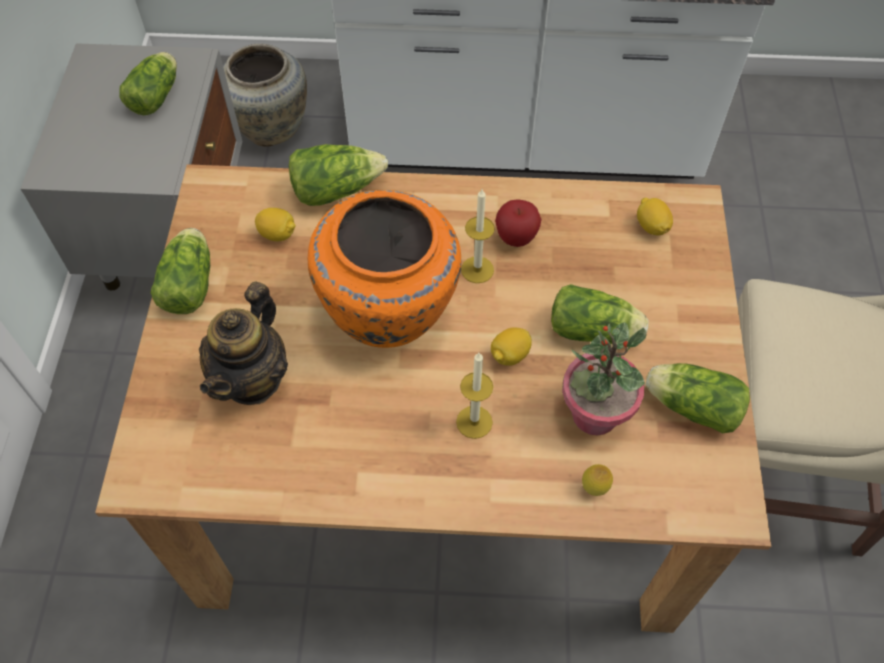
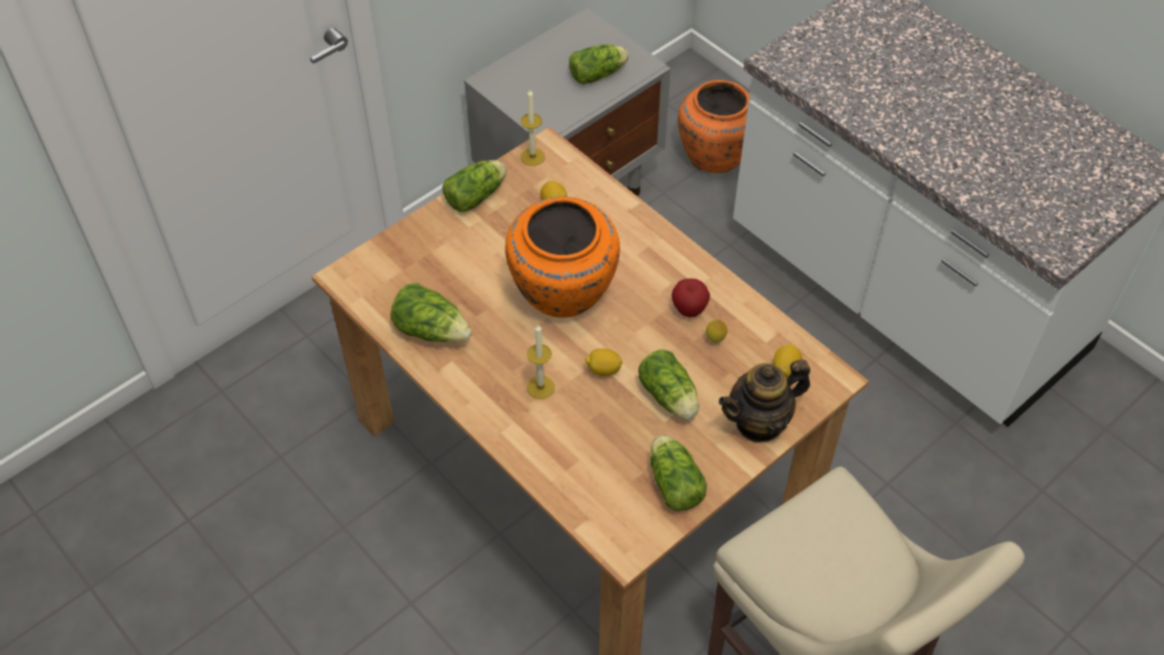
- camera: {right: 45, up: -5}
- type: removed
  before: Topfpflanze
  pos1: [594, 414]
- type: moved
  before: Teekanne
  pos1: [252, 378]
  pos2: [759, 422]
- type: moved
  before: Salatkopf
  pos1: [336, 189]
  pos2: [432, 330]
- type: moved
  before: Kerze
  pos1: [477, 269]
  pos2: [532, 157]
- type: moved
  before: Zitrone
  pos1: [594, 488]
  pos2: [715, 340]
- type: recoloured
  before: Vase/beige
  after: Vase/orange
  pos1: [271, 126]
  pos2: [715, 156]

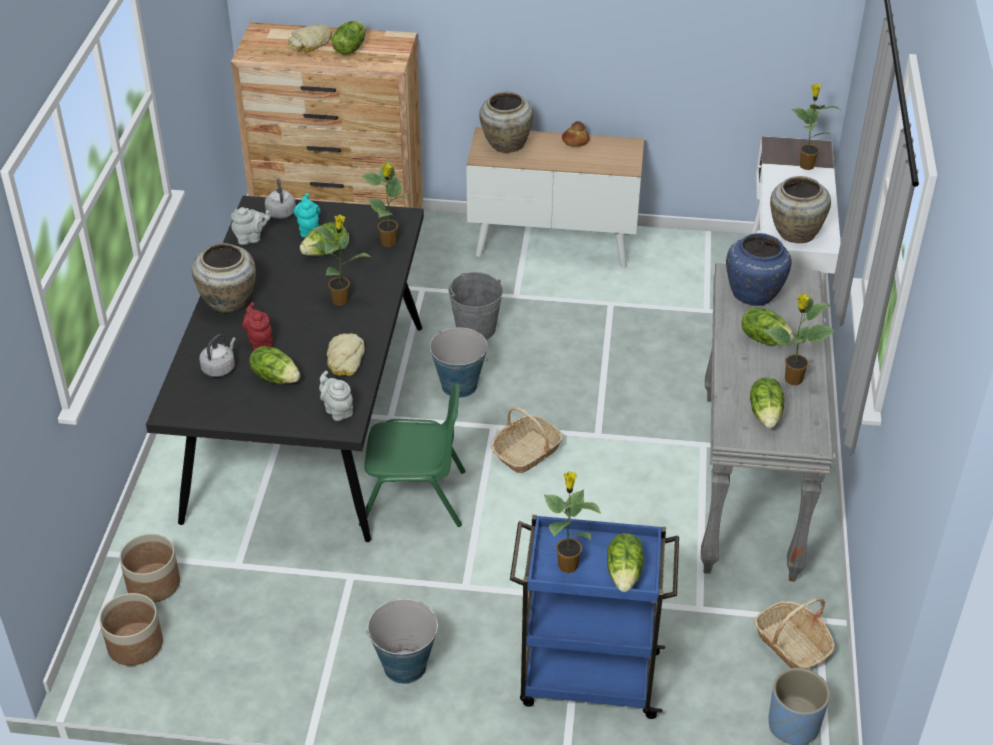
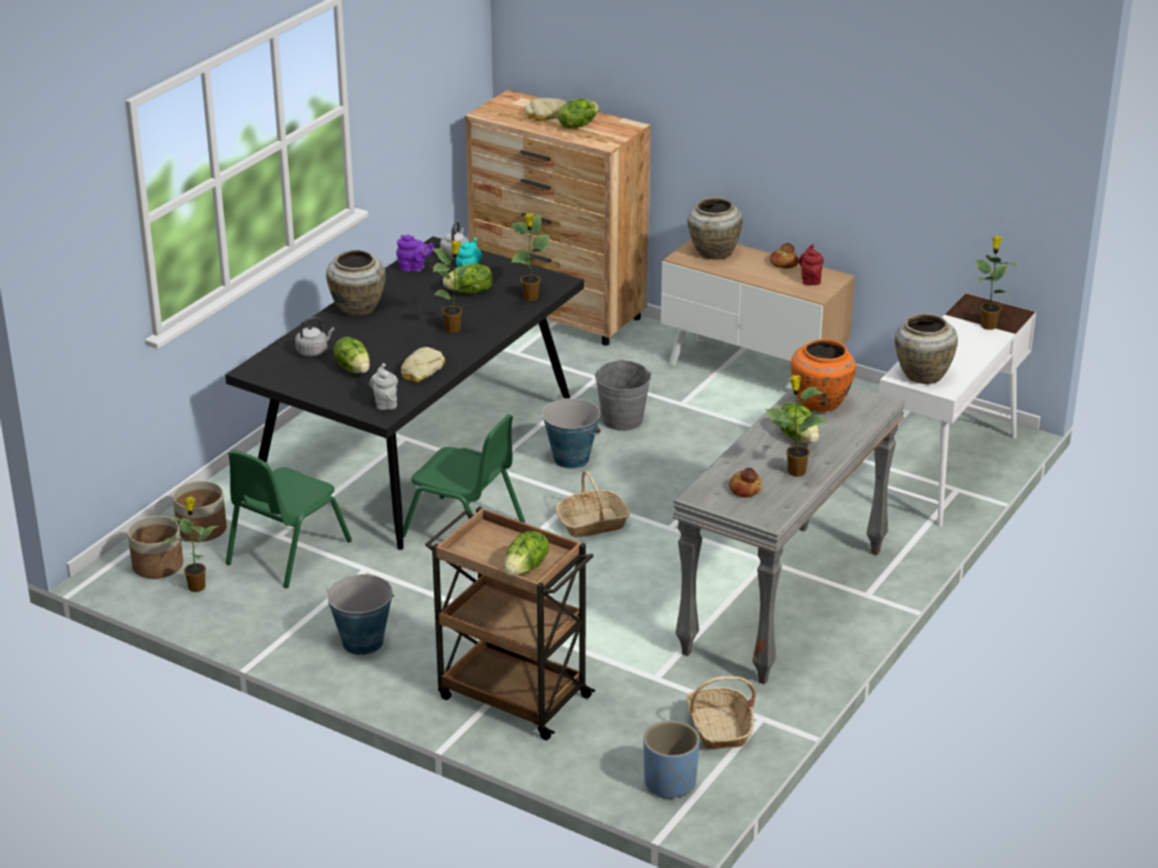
- camera: {right: 25, up: -10}
- type: added
  after: Stuhl/grün
  pos2: [287, 552]
- type: moved
  before: Teekanne/rot
  pos1: [260, 341]
  pos2: [810, 279]
- type: moved
  before: Topfpflanze
  pos1: [567, 564]
  pos2: [197, 586]
- type: replaced
  before: Salatkopf
  after: Brot
  pos1: [766, 414]
  pos2: [746, 489]
- type: recoloured
  before: Teekanne/grau
  after: Teekanne/lila
  pos1: [251, 238]
  pos2: [414, 268]
- type: recoloured
  before: Rollwagen/blau
  after: Rollwagen/braun
  pos1: [586, 678]
  pos2: [511, 696]
- type: recoloured
  before: Vase/blau
  after: Vase/orange
  pos1: [754, 294]
  pos2: [821, 403]

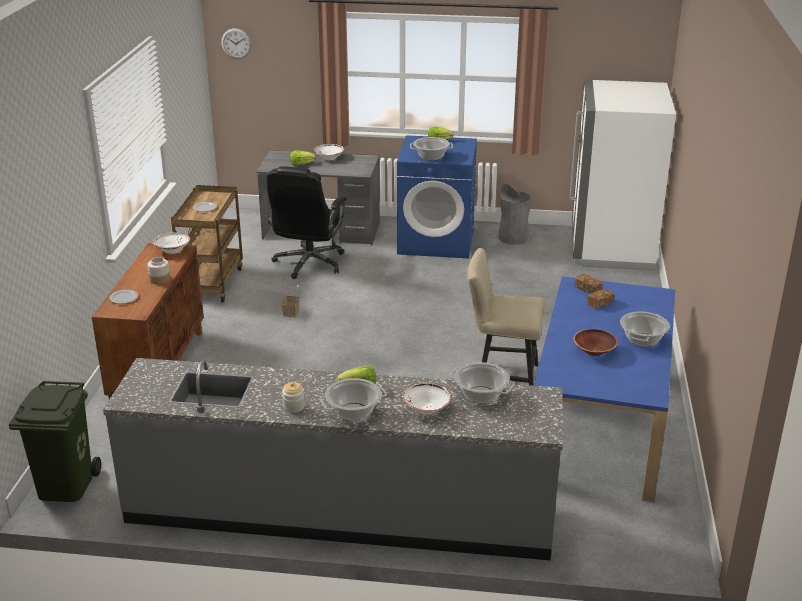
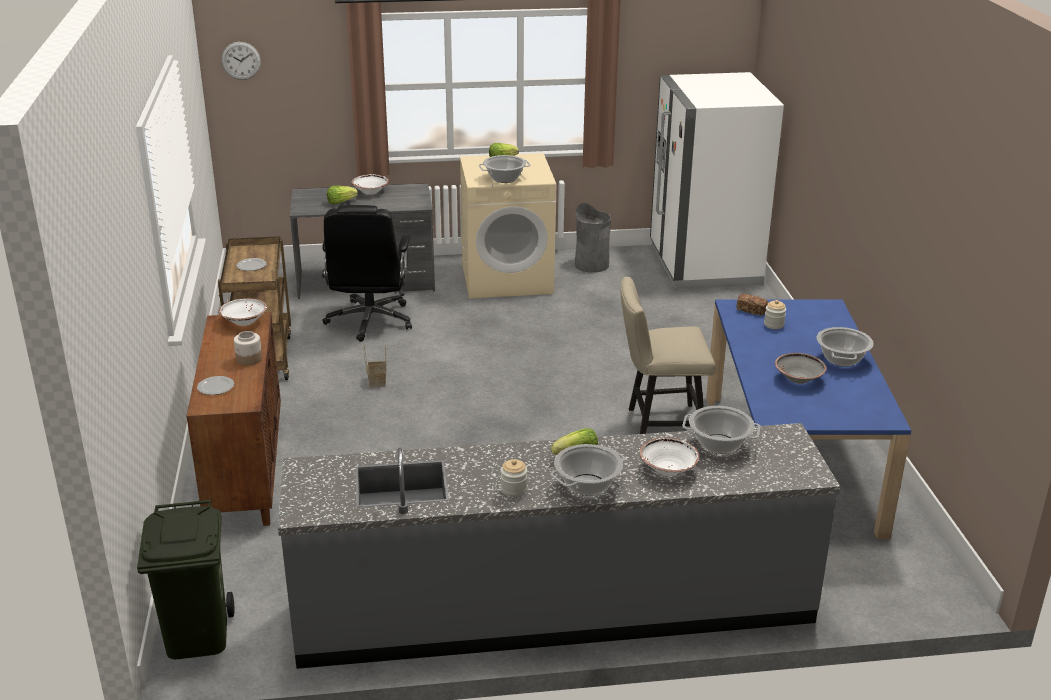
- camera: {right: -15, up: 0}
- type: replaced
  before: Brot
  after: Vorratsglas
  pos1: [600, 303]
  pos2: [774, 324]
- type: recoloured
  before: Waschmaschine/blau
  after: Waschmaschine/beige
  pos1: [436, 241]
  pos2: [507, 278]
- type: recoloured
  before: Schüssel/braun
  after: Schüssel/grau
  pos1: [594, 351]
  pos2: [798, 378]

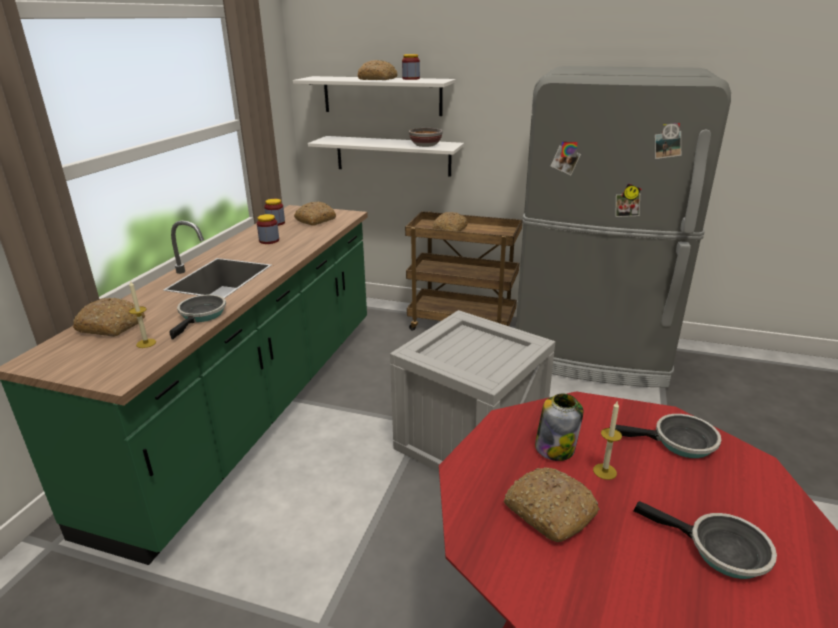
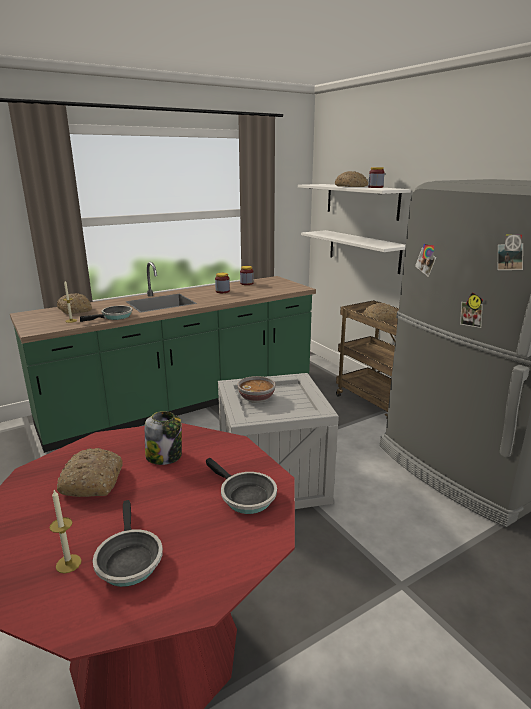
- camera: {right: 40, up: -5}
- type: removed
  before: Brot
  pos1: [316, 220]
- type: moved
  before: Schüssel
  pos1: [425, 145]
  pos2: [257, 398]
- type: moved
  before: Kerze
  pos1: [604, 471]
  pos2: [68, 563]

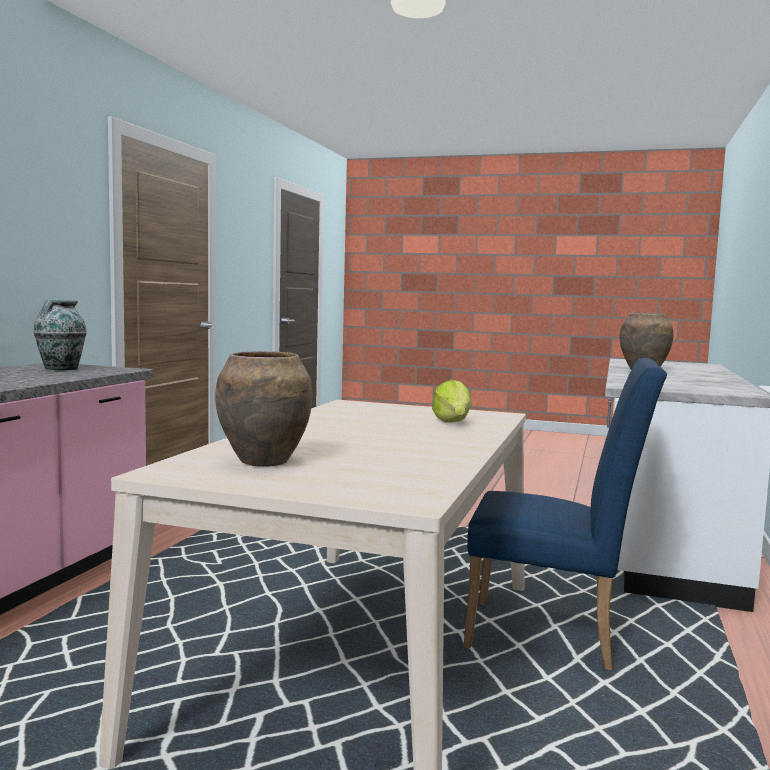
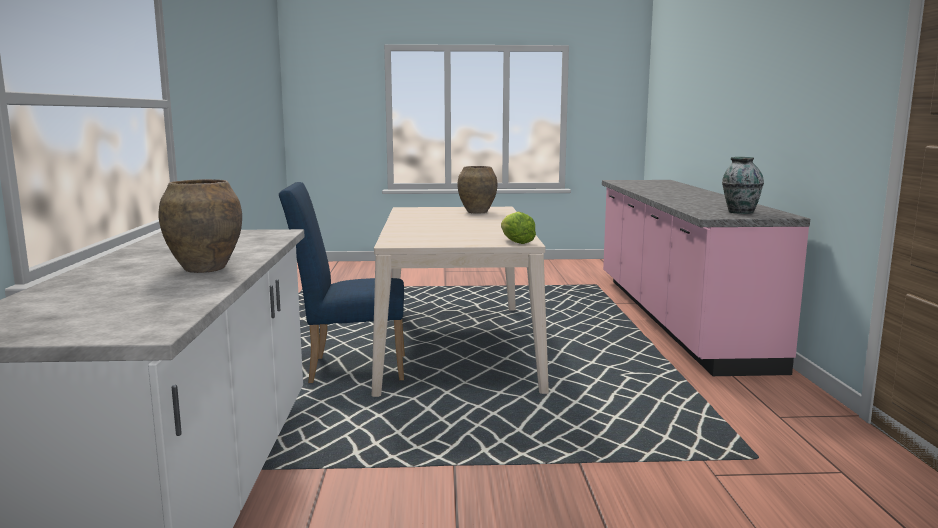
- camera: {right: 160, up: 5}
- type: moved
  before: Salatkopf
  pos1: [453, 423]
  pos2: [516, 242]

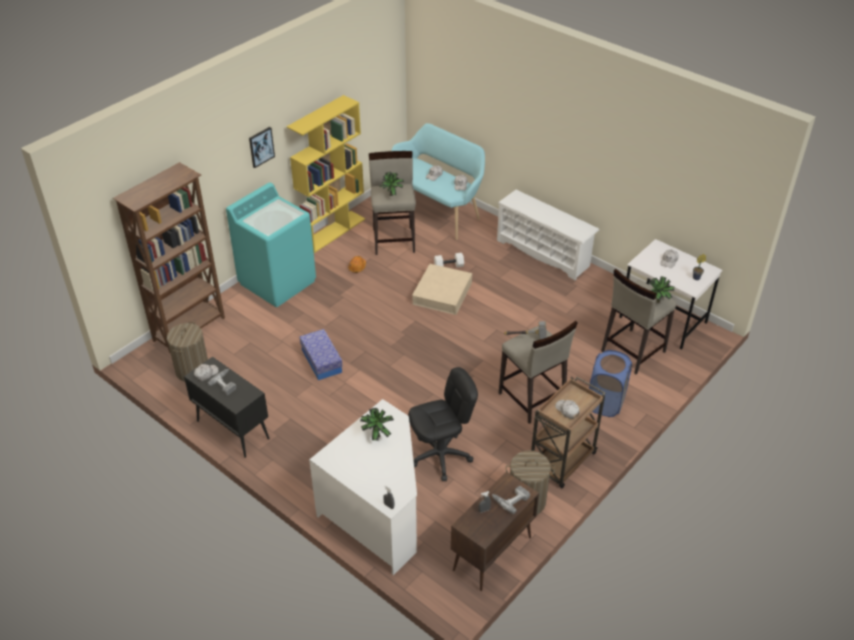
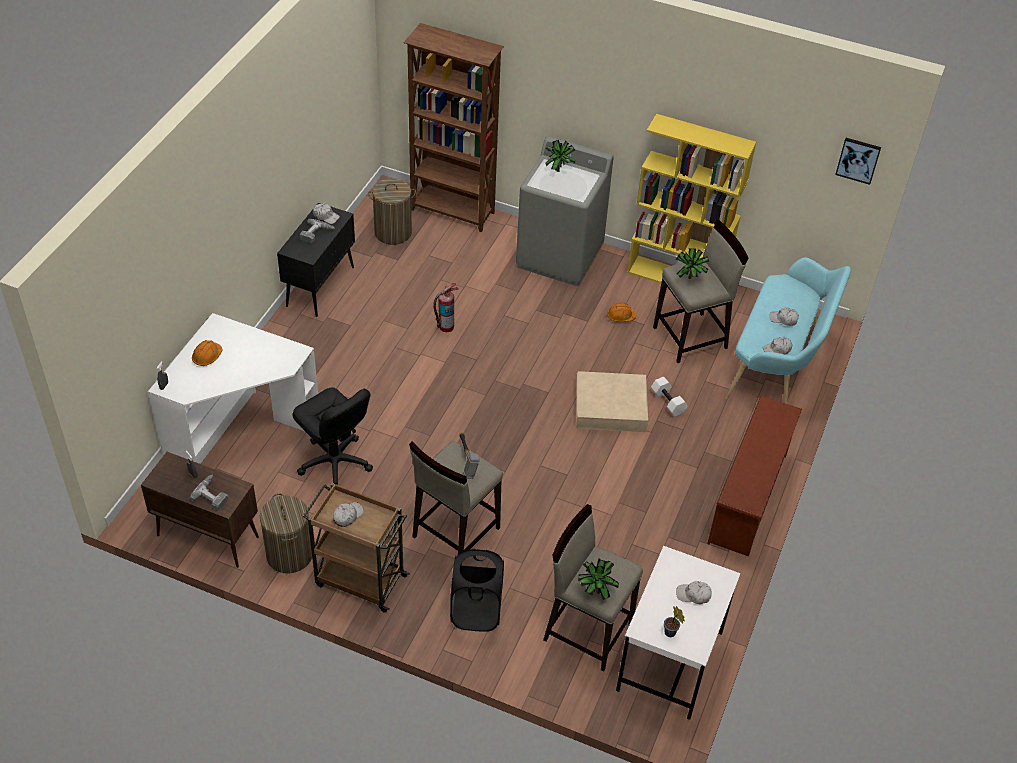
- camera: {right: 70, up: 5}
- type: added
  after: Schutzhelm/orange
  pos2: [207, 357]
- type: moved
  before: Bild
  pos1: [261, 147]
  pos2: [858, 160]
- type: moved
  before: Topfpflanze
  pos1: [376, 435]
  pos2: [558, 169]
- type: replaced
  before: Aufbewahrungsbox
  after: Feuerlöscher
  pos1: [321, 361]
  pos2: [446, 327]
- type: recoloured
  before: Waschmaschine/türkis
  after: Waschmaschine/grau
  pos1: [278, 282]
  pos2: [560, 256]
- type: recoloured
  before: Schuhregal/weiß
  after: Schuhregal/braun
  pos1: [544, 253]
  pos2: [749, 498]
- type: recoloured
  before: Wäschekorb/blau
  after: Wäschekorb/schwarz
  pos1: [605, 403]
  pos2: [476, 612]

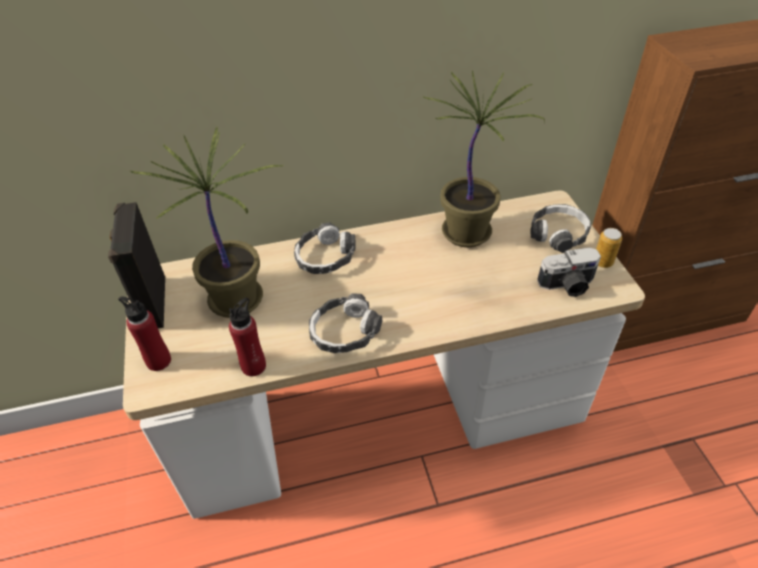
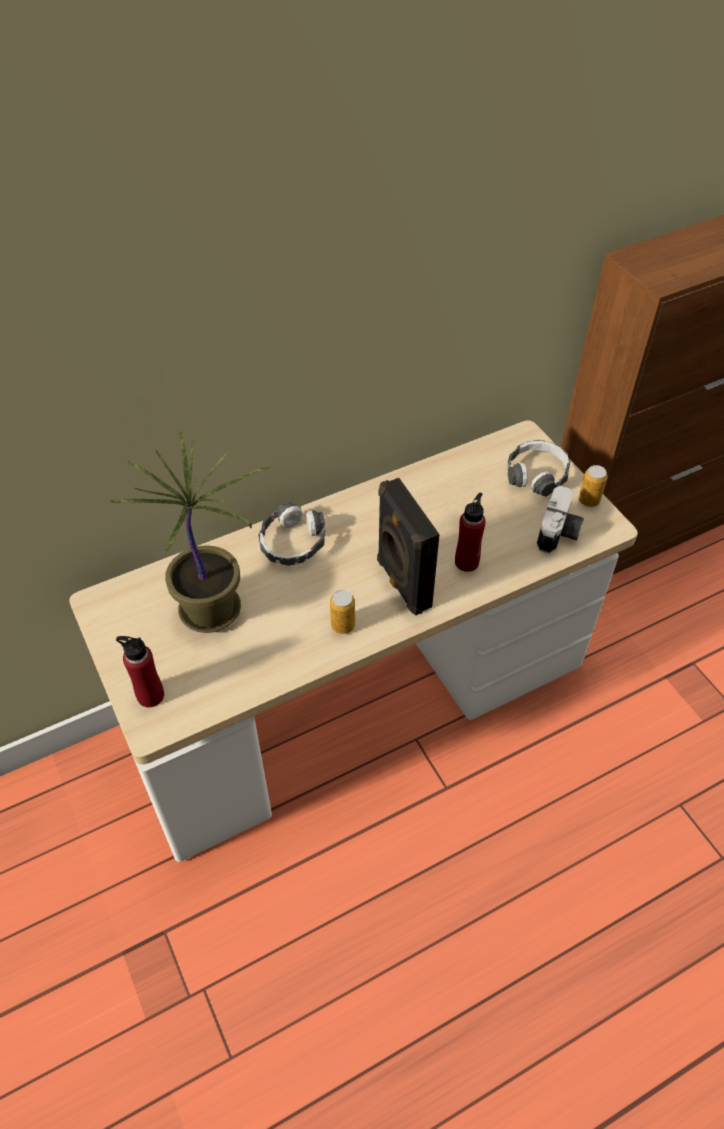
- camera: {right: -15, up: 5}
- type: removed
  before: Topfpflanze
  pos1: [468, 232]
- type: moved
  before: Lautsprecher/schwarz
  pos1: [152, 303]
  pos2: [402, 584]
- type: moved
  before: Flasche/rot
  pos1: [254, 366]
  pos2: [467, 562]
- type: replaced
  before: Kopfhörer
  after: Dose
  pos1: [344, 332]
  pos2: [343, 625]
- type: turned
  before: Kamera
  pos1: [568, 285]
  pos2: [559, 533]
  turn: -45

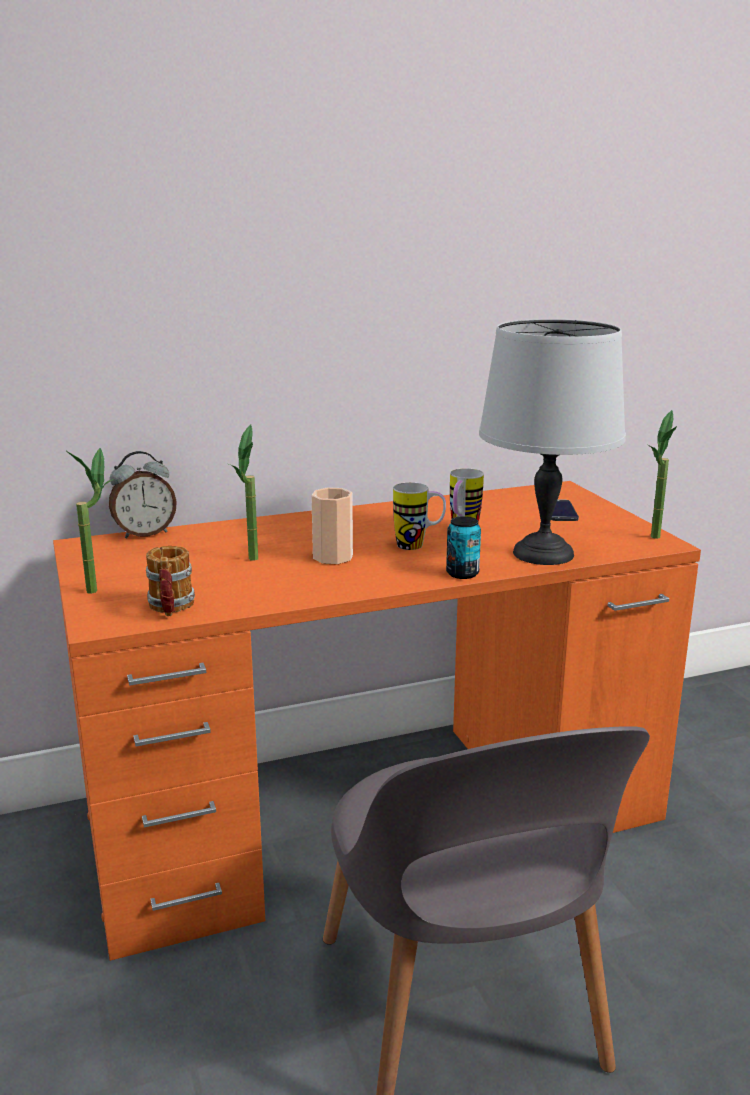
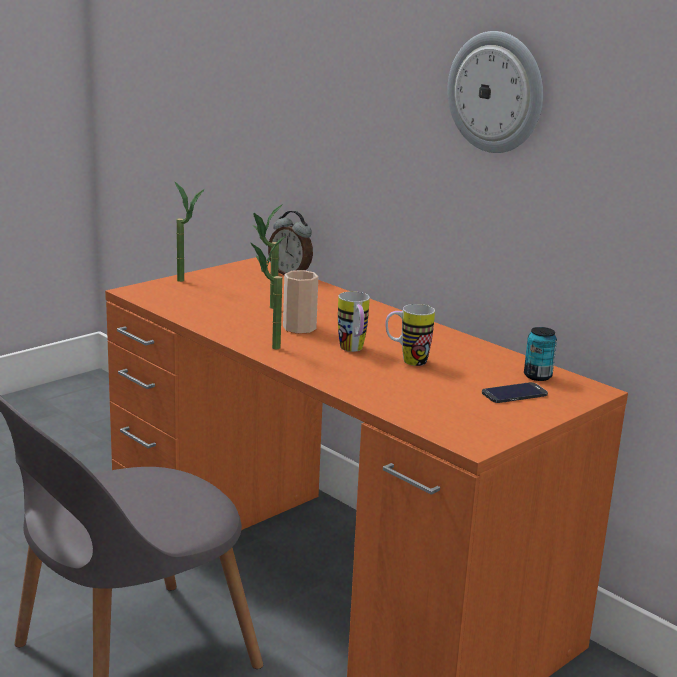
- camera: {right: 65, up: 0}
- type: removed
  before: Henkelbecher
  pos1: [171, 608]
- type: removed
  before: Tischlampe/grau
  pos1: [544, 553]
- type: added
  after: Wanduhr
  pos2: [496, 92]
- type: moved
  before: Dose
  pos1: [462, 573]
  pos2: [537, 376]
- type: moved
  before: Topfpflanze
  pos1: [655, 540]
  pos2: [267, 348]

